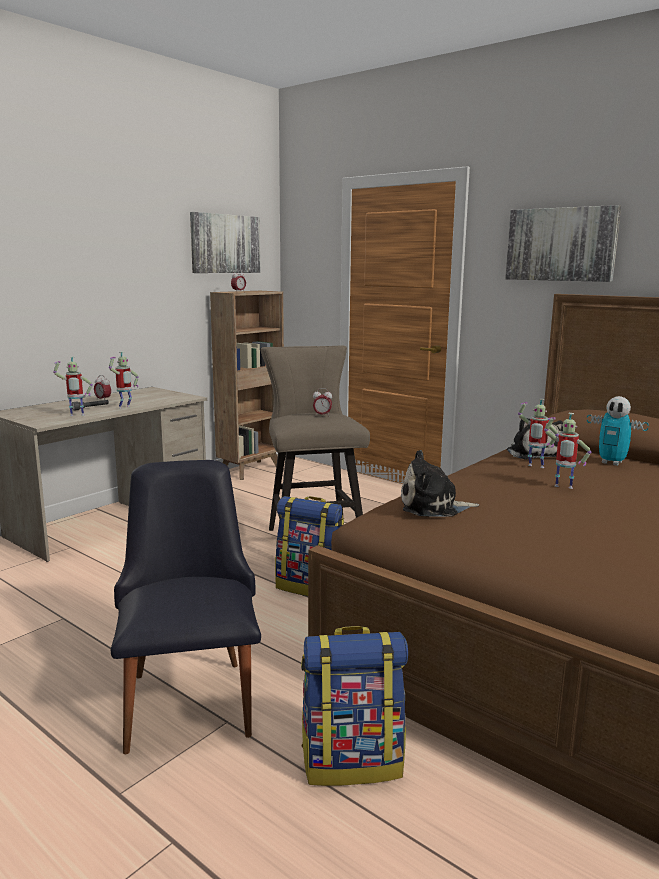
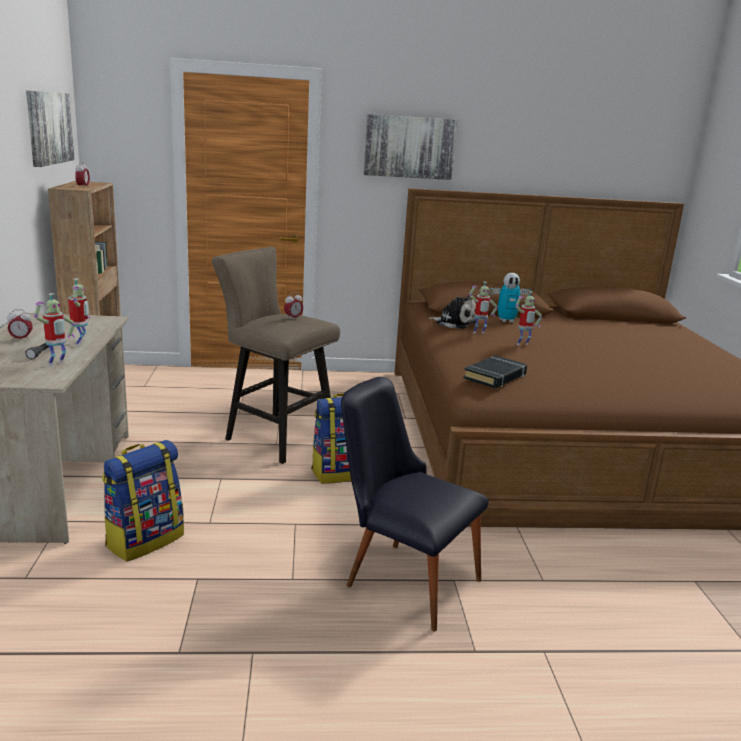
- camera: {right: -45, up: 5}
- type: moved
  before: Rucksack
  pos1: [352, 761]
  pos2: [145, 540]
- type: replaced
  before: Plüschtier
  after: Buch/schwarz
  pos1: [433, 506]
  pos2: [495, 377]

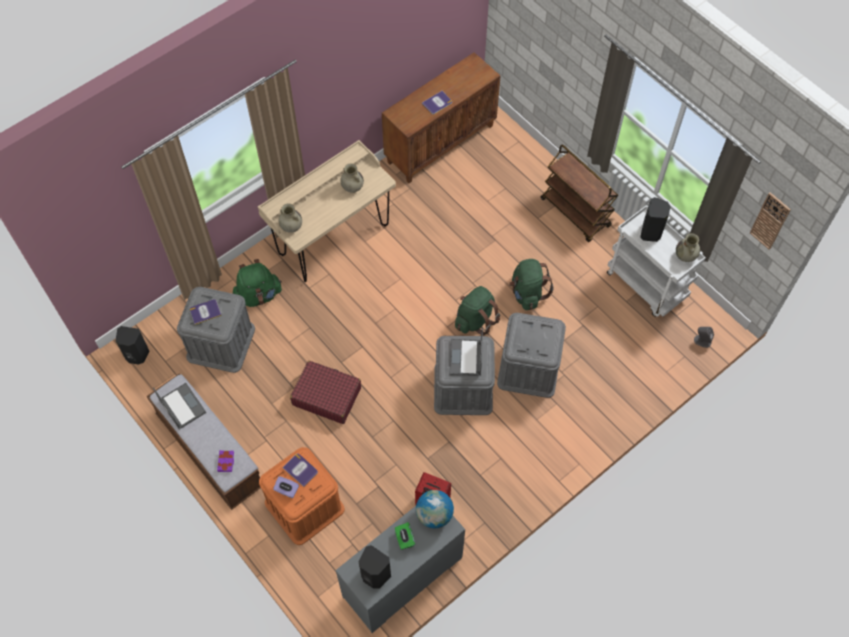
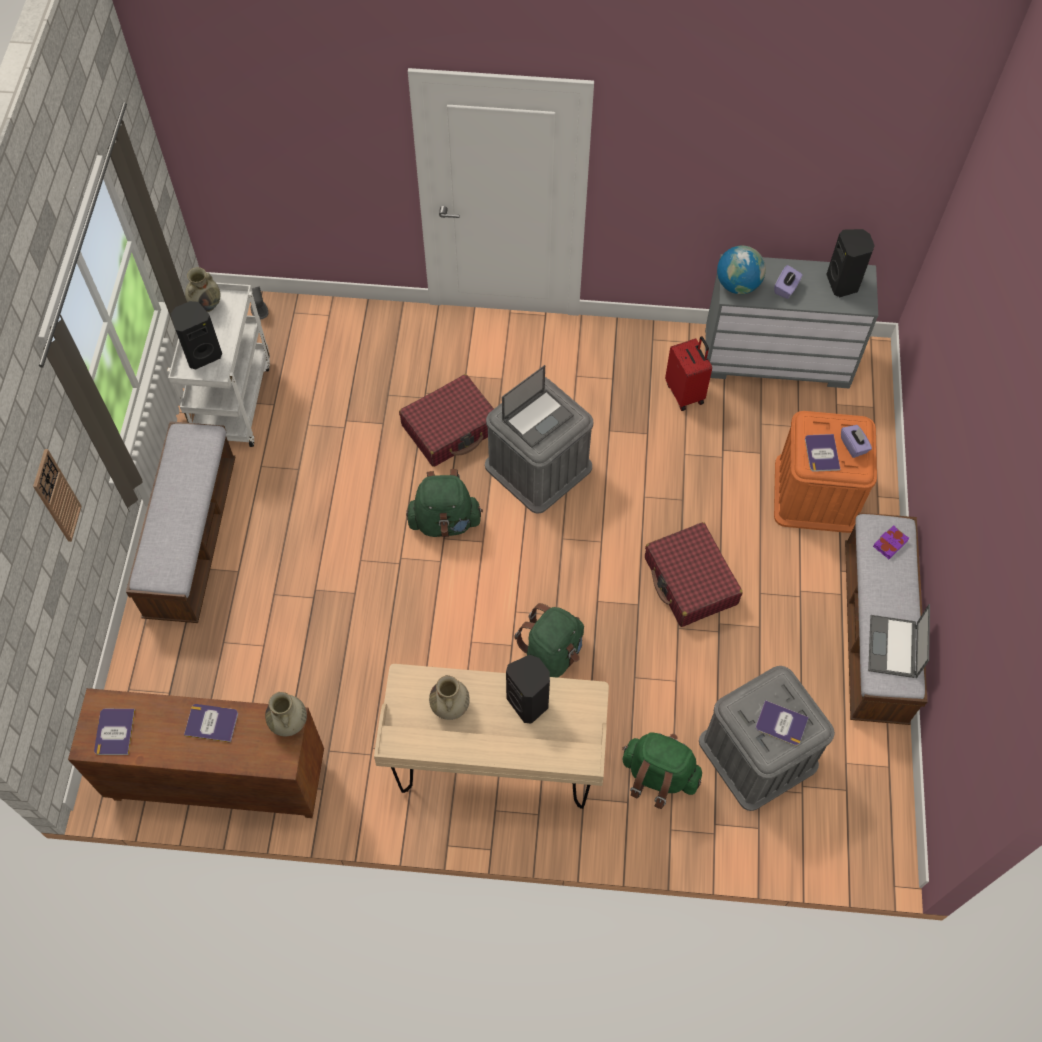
- camera: {right: -135, up: 0}
- type: added
  after: Buch
  pos2: [115, 732]
- type: moved
  before: Lautsprecher/schwarz
  pos1: [136, 355]
  pos2: [529, 702]
- type: moved
  before: Vase/beige
  pos1: [291, 227]
  pos2: [289, 723]
- type: moved
  before: Rucksack/grün
  pos1: [527, 293]
  pos2: [551, 655]
- type: moved
  before: Wanduhr
  pos1: [770, 221]
  pos2: [56, 496]
- type: replaced
  before: Aufbewahrungsbox/grau
  after: Koffer/rot
  pos1: [529, 368]
  pos2: [451, 428]
- type: replaced
  before: Rollwagen/braun
  after: Bank
  pos1: [576, 213]
  pos2: [192, 538]
- type: recoloured
  before: Taschentuchbox/grün
  after: Taschentuchbox/lila
  pos1: [404, 539]
  pos2: [786, 288]

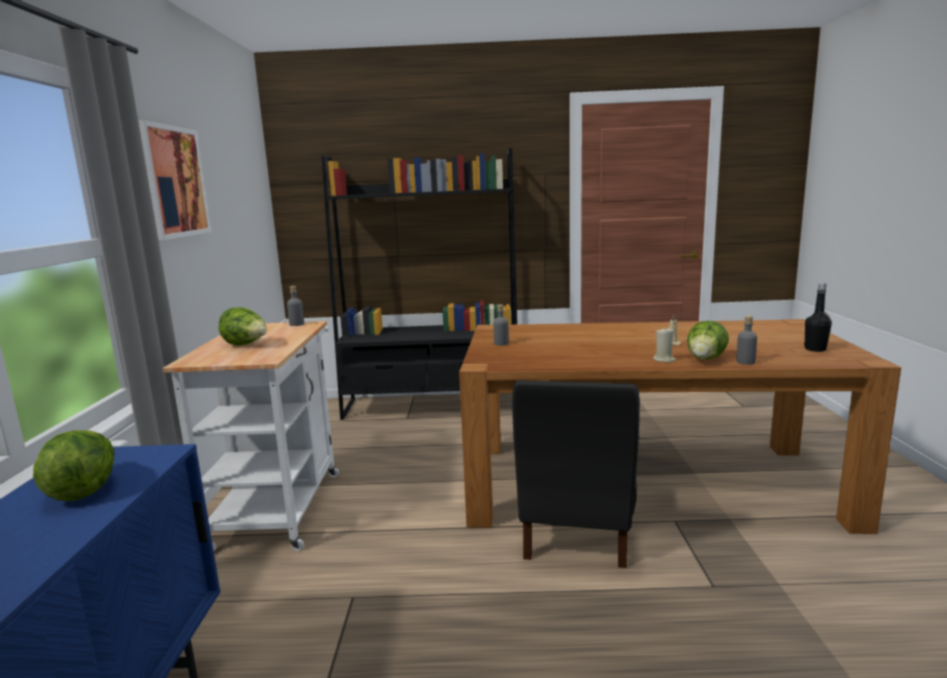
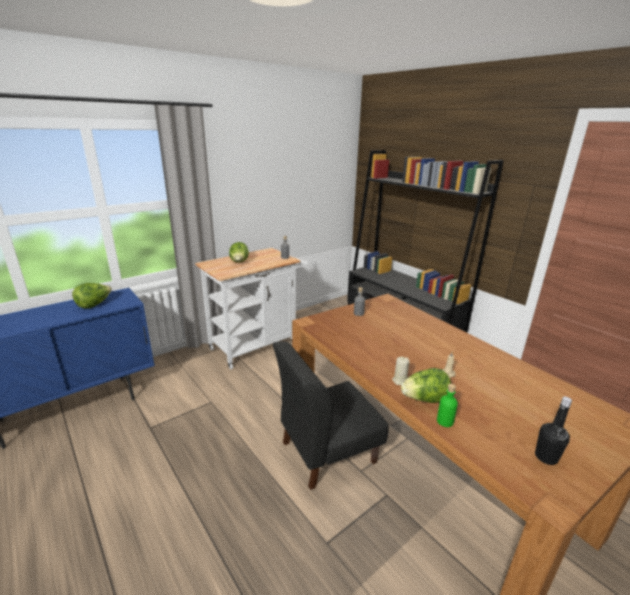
- camera: {right: 50, up: 10}
- type: removed
  before: Bild
  pos1: [173, 182]
- type: recoloured
  before: Flasche/grau
  after: Flasche/grün
  pos1: [745, 362]
  pos2: [445, 421]

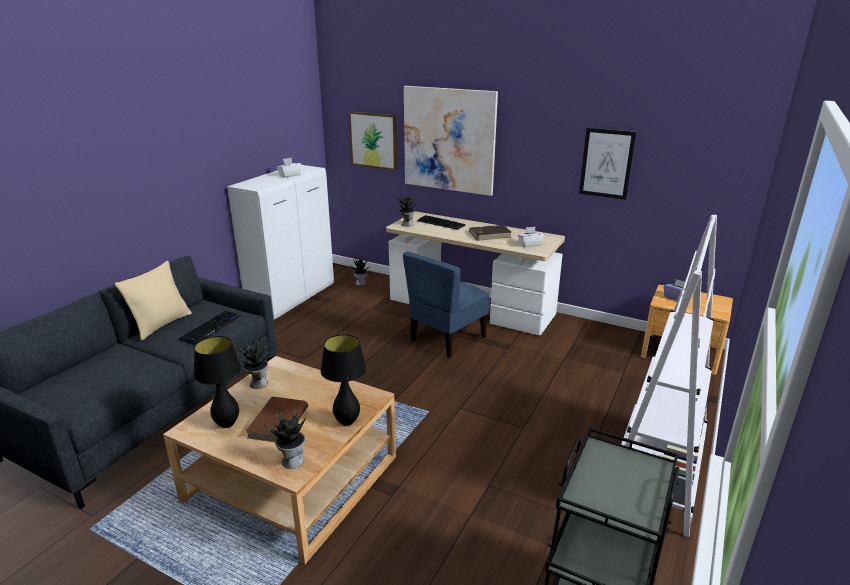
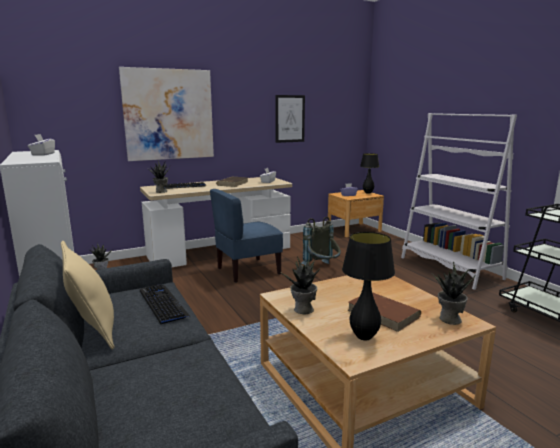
- camera: {right: -55, up: -10}
- type: removed
  before: Bild
  pos1: [373, 140]
- type: added
  after: Rucksack/grau
  pos2: [322, 269]
- type: moved
  before: Tischlampe/schwarz
  pos1: [347, 422]
  pos2: [368, 193]
- type: turned
  before: Stuhl/blau
  pos1: [447, 339]
  pos2: [248, 271]
  turn: 75

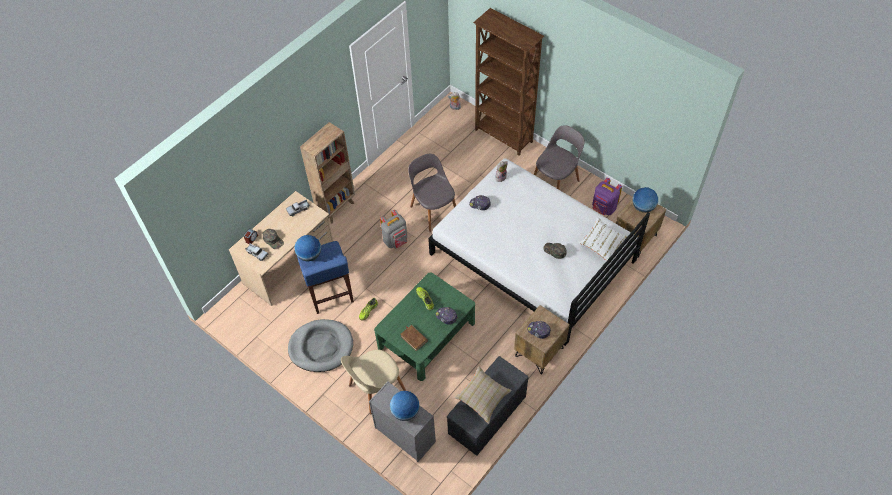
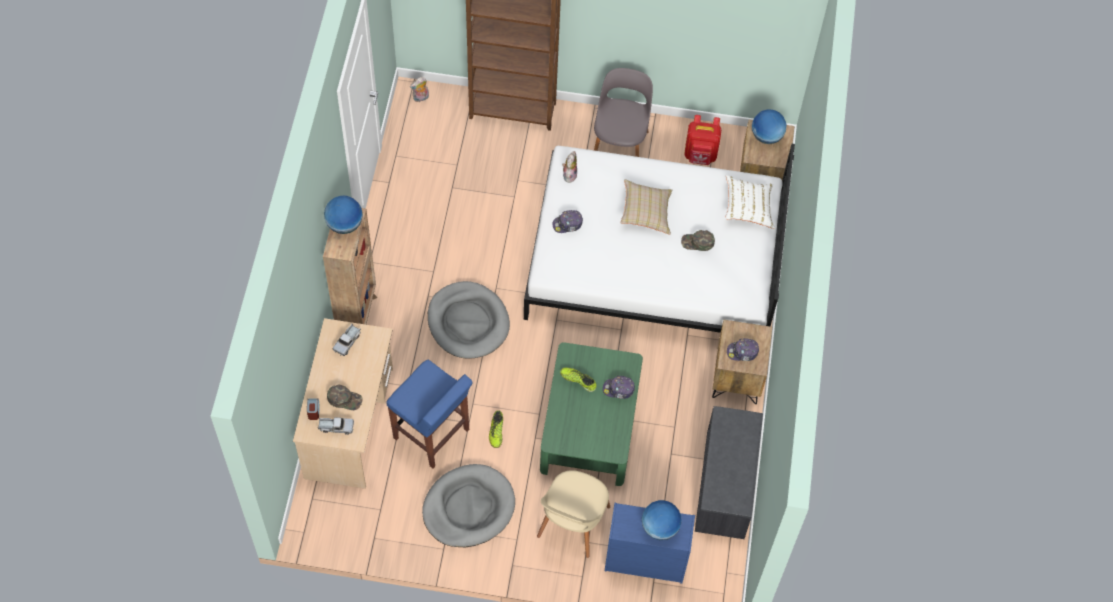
- camera: {right: -35, up: 5}
- type: removed
  before: Buch/braun
  pos1: [414, 338]
- type: removed
  before: Stuhl/grau
  pos1: [433, 210]
- type: moved
  before: Globus
  pos1: [309, 255]
  pos2: [344, 224]
- type: moved
  before: Kissen/beige
  pos1: [483, 398]
  pos2: [645, 212]
- type: replaced
  before: Rucksack/grau
  after: Hundebett/grau
  pos1: [396, 241]
  pos2: [468, 322]
- type: recoloured
  before: Kommode/grau
  after: Kommode/blau
  pos1: [404, 434]
  pos2: [644, 559]
- type: recoloured
  before: Rucksack/lila
  after: Rucksack/rot
  pos1: [603, 208]
  pos2: [700, 156]

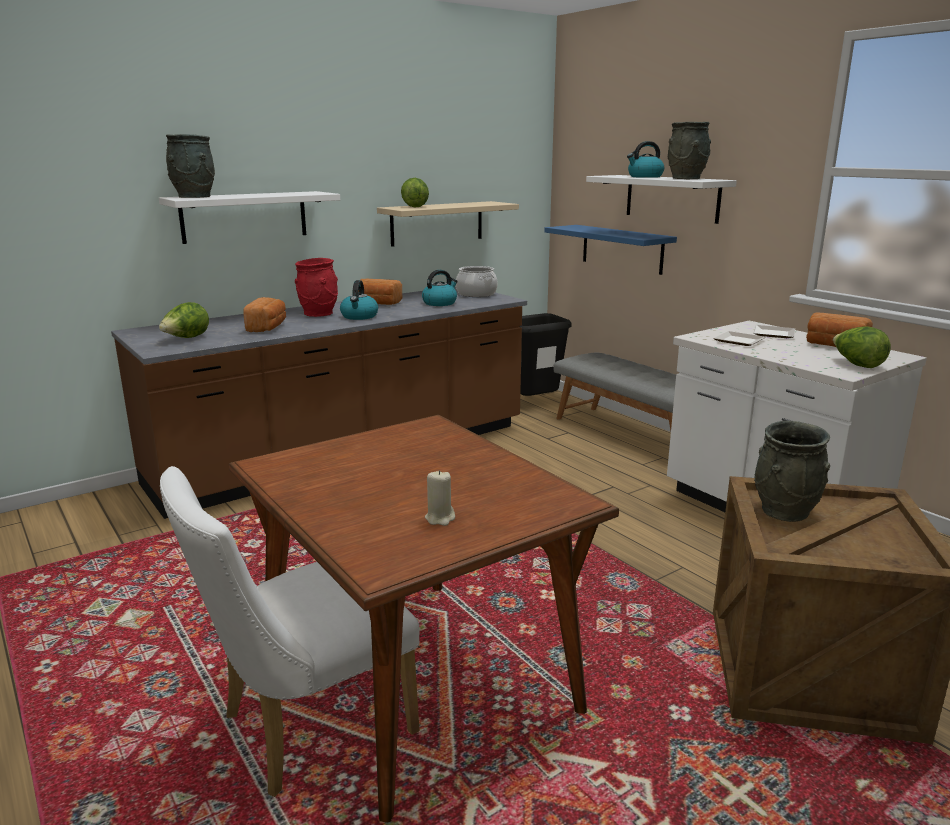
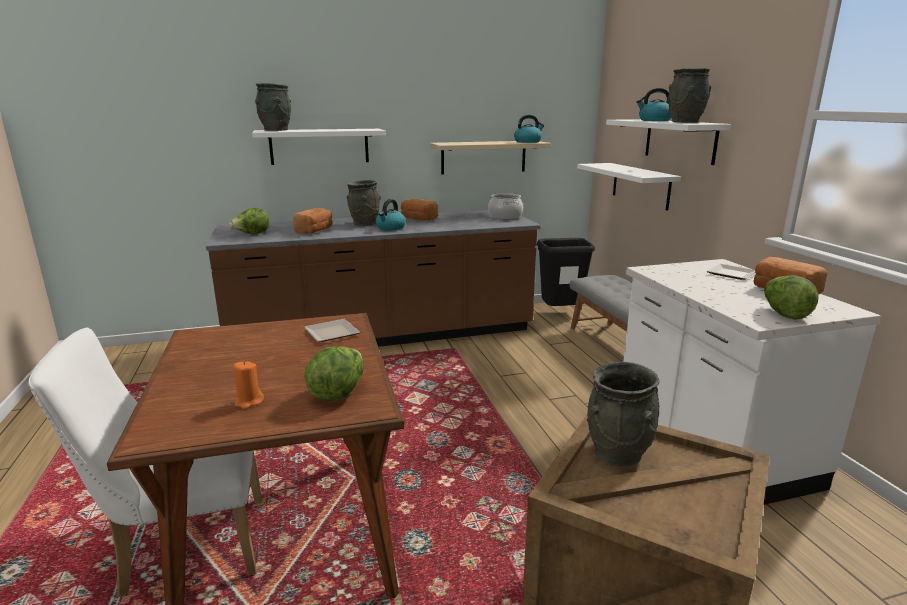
- camera: {right: 20, up: 0}
- type: moved
  before: Salatkopf
  pos1: [415, 207]
  pos2: [338, 392]
- type: moved
  before: Wasserkessel
  pos1: [440, 303]
  pos2: [528, 142]
- type: moved
  before: Teller
  pos1: [738, 341]
  pos2: [333, 332]
- type: recoloured
  before: Vase/rot
  after: Vase/grau
  pos1: [318, 314]
  pos2: [365, 223]
- type: recoloured
  before: Kerze/beige
  after: Kerze/orange
  pos1: [440, 518]
  pos2: [249, 402]
- type: recoloured
  before: Wandregal/blau
  after: Wandregal/weiß
  pos1: [622, 249]
  pos2: [640, 185]

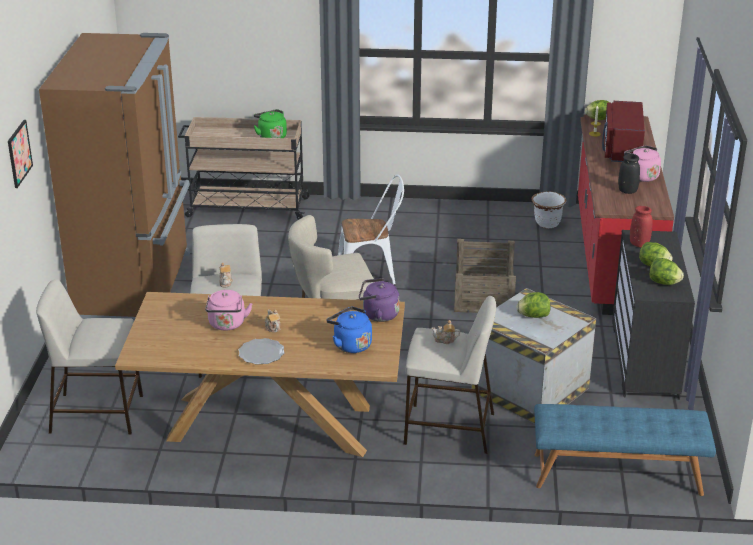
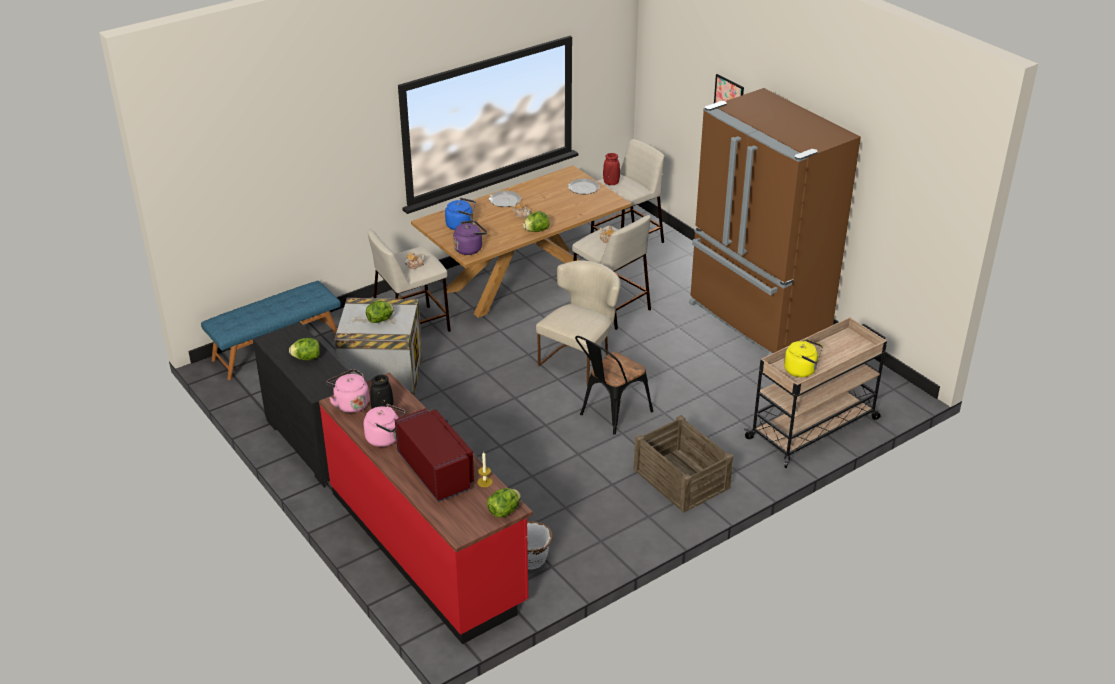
- camera: {right: 140, up: 5}
- type: added
  after: Teller
  pos2: [584, 188]
- type: moved
  before: Wasserkessel/rosa
  pos1: [227, 325]
  pos2: [350, 404]
- type: moved
  before: Kiste
  pos1: [484, 292]
  pos2: [681, 479]
- type: moved
  before: Vase/rot
  pos1: [639, 244]
  pos2: [611, 183]
- type: moved
  before: Salatkopf
  pos1: [664, 283]
  pos2: [536, 231]
- type: recoloured
  before: Wasserkessel/grün
  after: Wasserkessel/gelb
  pos1: [271, 137]
  pos2: [802, 370]
- type: recoloured
  before: Stuhl/weiß
  after: Stuhl/schwarz
  pos1: [371, 274]
  pos2: [611, 414]

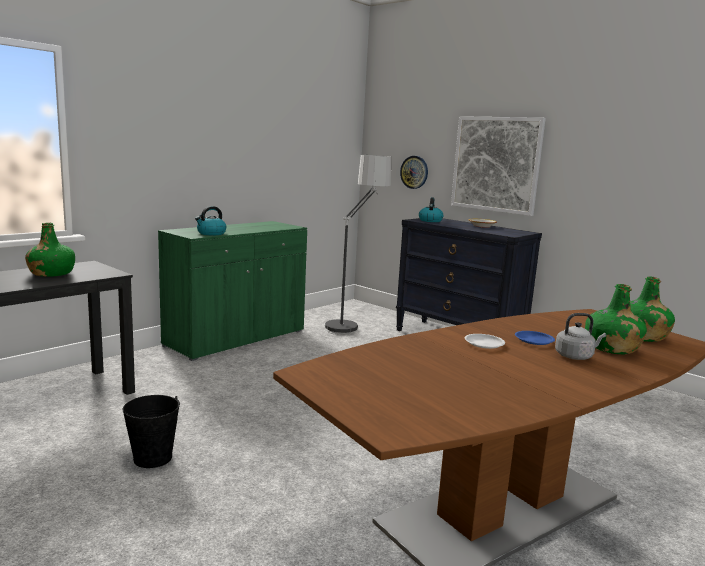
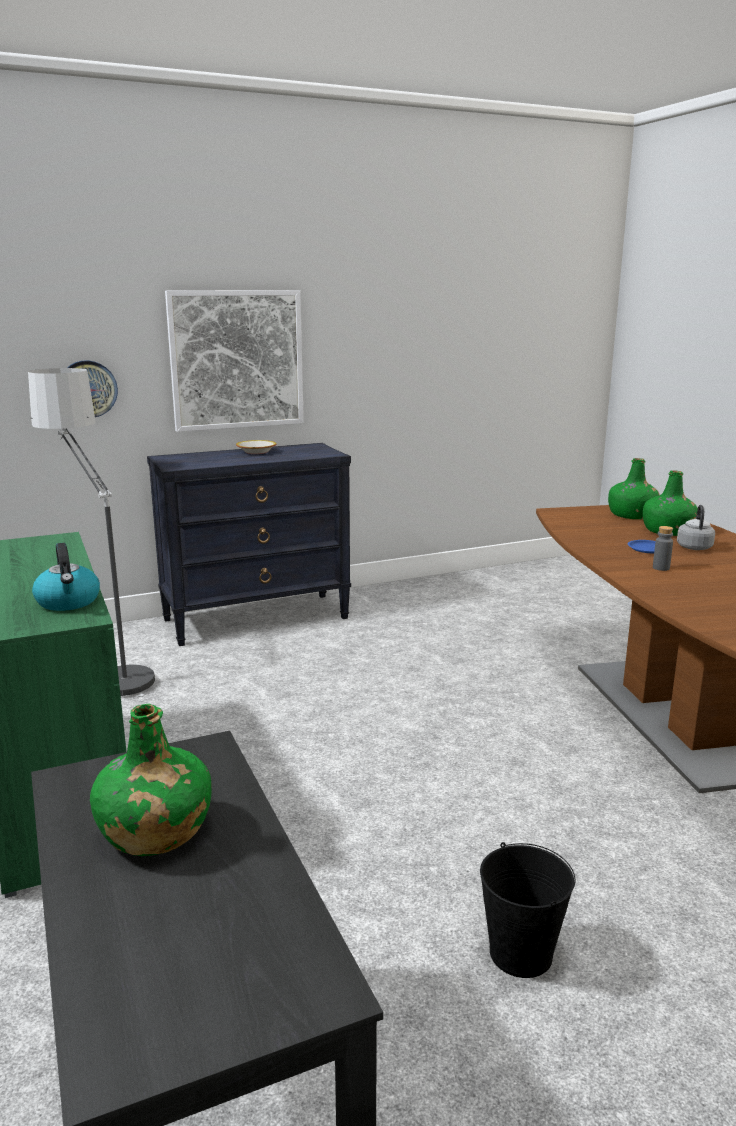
- camera: {right: -65, up: 5}
- type: removed
  before: Wasserkessel
  pos1: [430, 220]
- type: replaced
  before: Teller/weiß
  after: Flasche/grau
  pos1: [483, 343]
  pos2: [661, 568]

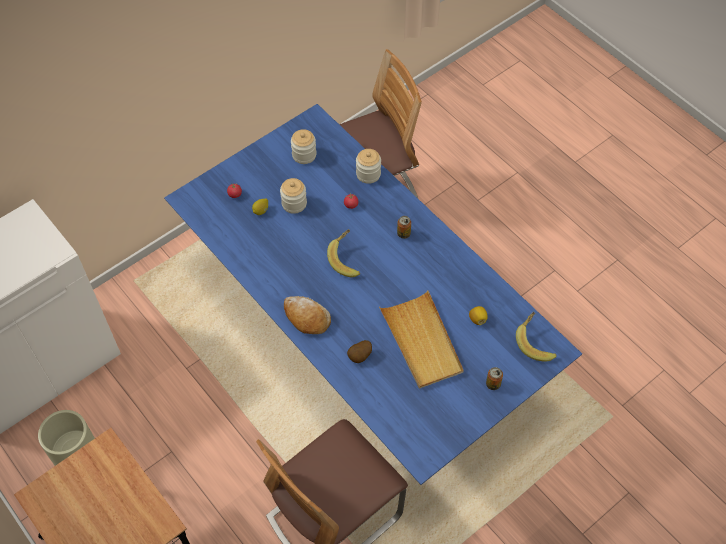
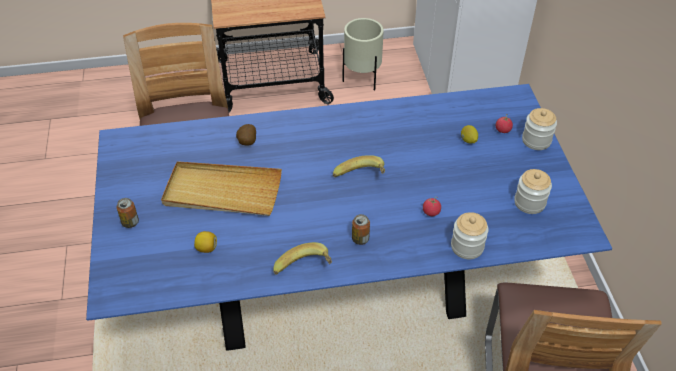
- camera: {right: 120, up: -10}
- type: removed
  before: Brot
  pos1: [306, 318]
- type: moved
  before: Vorratsglas
  pos1: [294, 203]
  pos2: [536, 140]
- type: moved
  before: Banane
  pos1: [536, 342]
  pos2: [305, 270]

